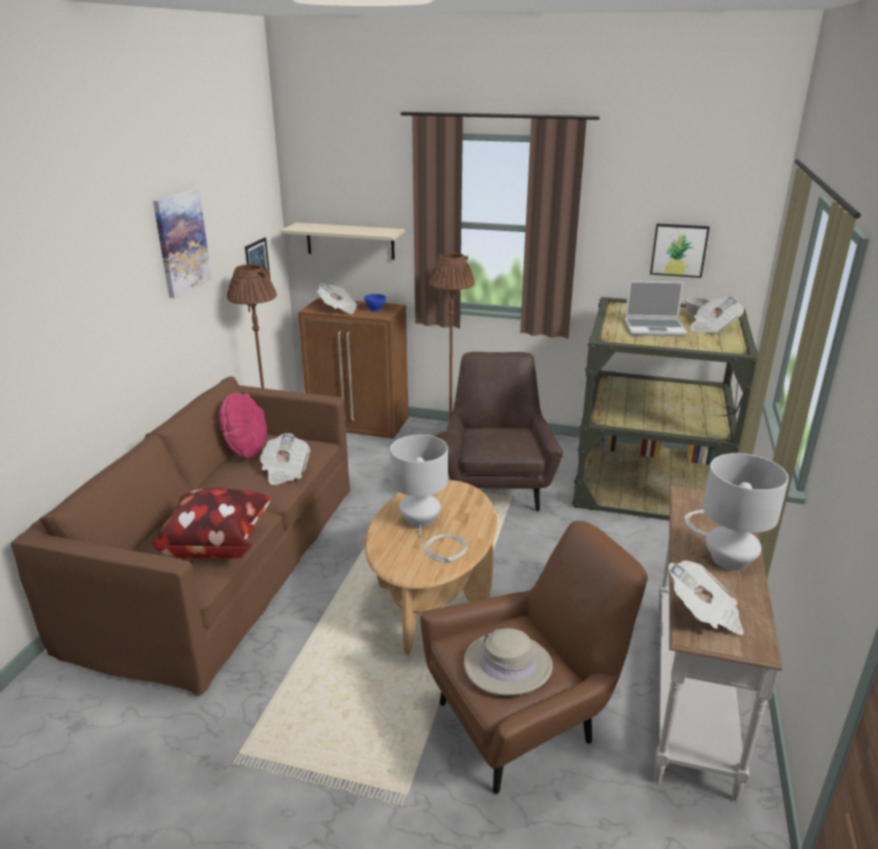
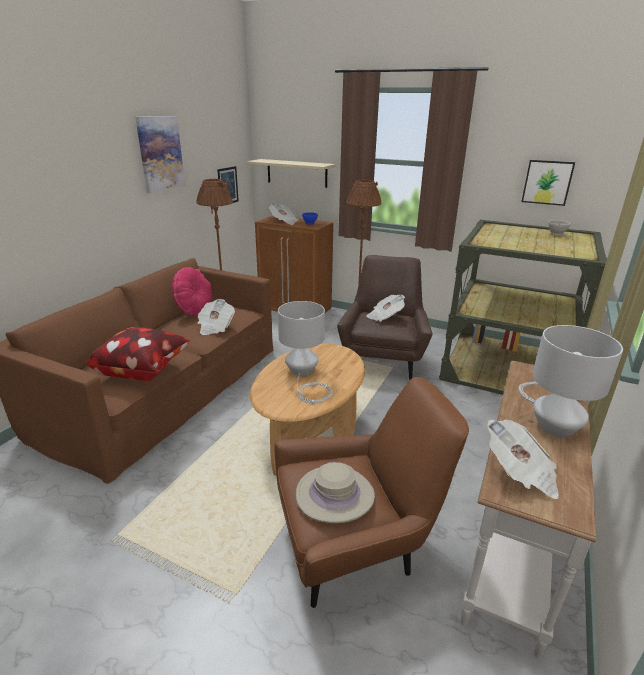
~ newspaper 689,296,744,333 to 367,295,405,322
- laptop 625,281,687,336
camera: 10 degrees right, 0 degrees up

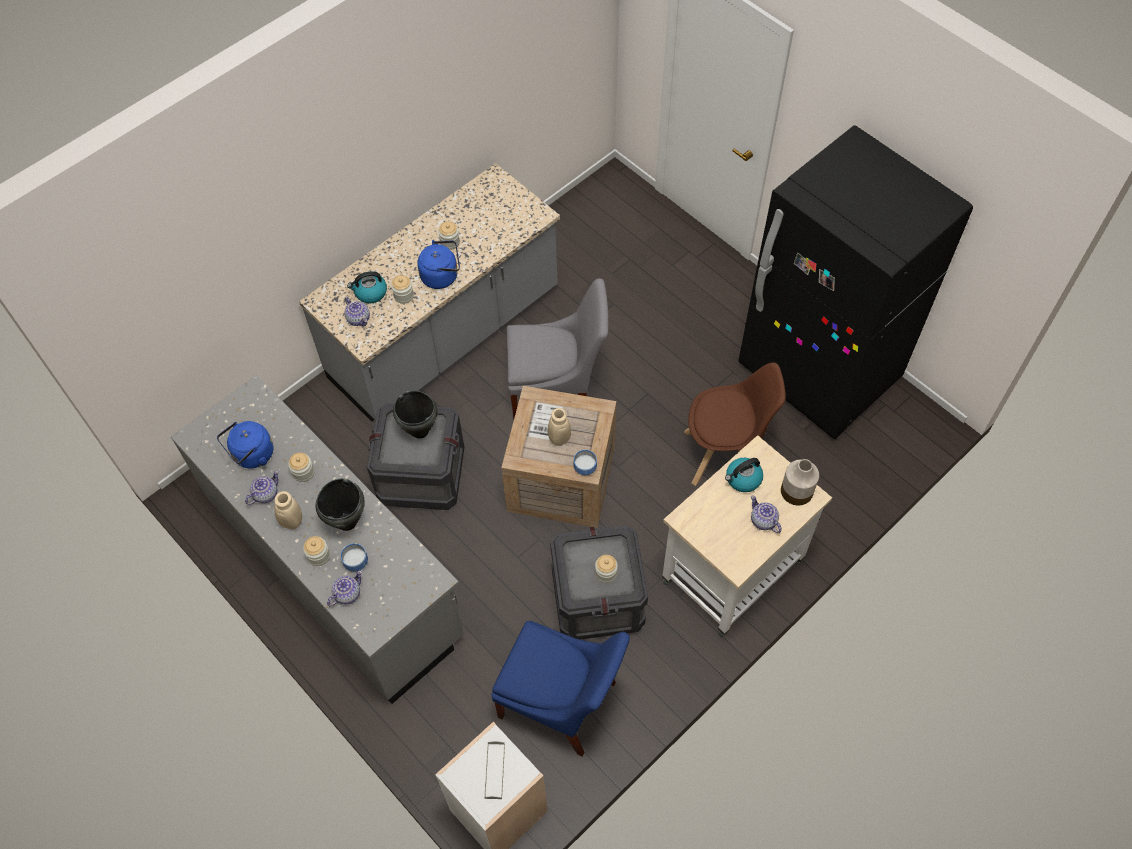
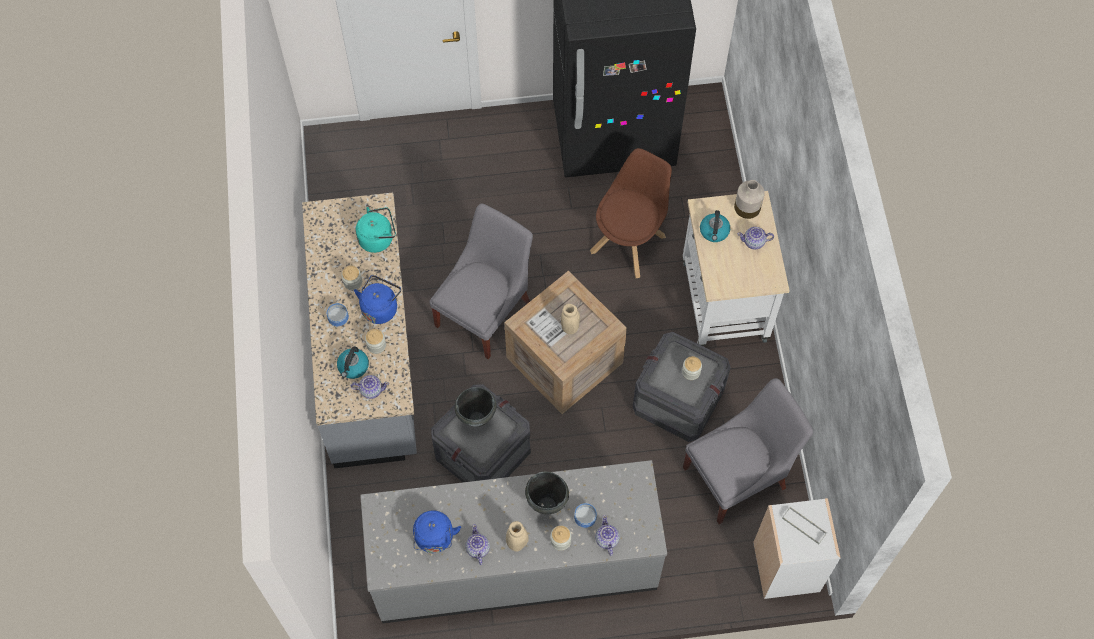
~ bowl 573,450,597,475 to 327,303,349,326
+ kettle (turquoise) 356,207,396,253
~ chair (blue) 491,621,630,757 to chair (grey) 683,378,813,524
- jar 288,453,314,482
camera: 55 degrees left, 5 degrees up

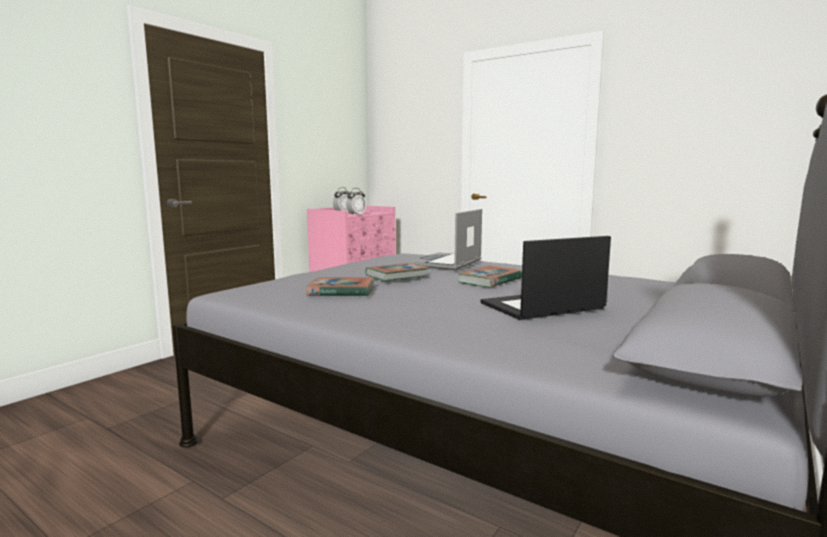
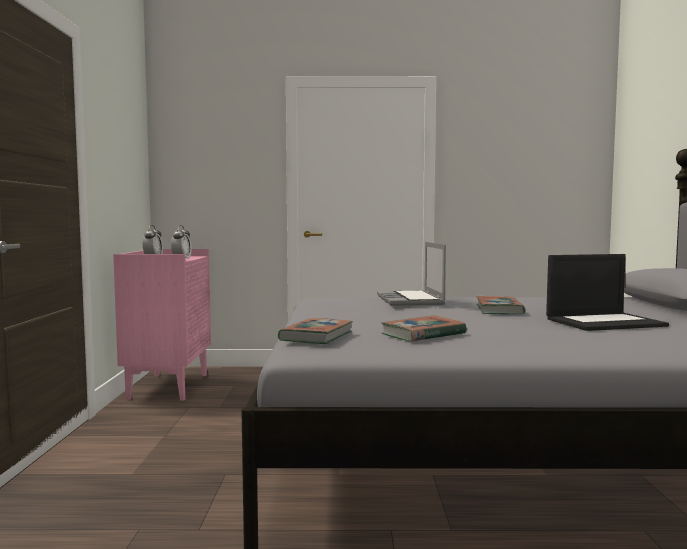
~ book 365,263,430,281 to 278,318,353,344
~ laptop 480,236,611,320 = 546,254,669,331 135 degrees counterclockwise
camera: 35 degrees left, 5 degrees down

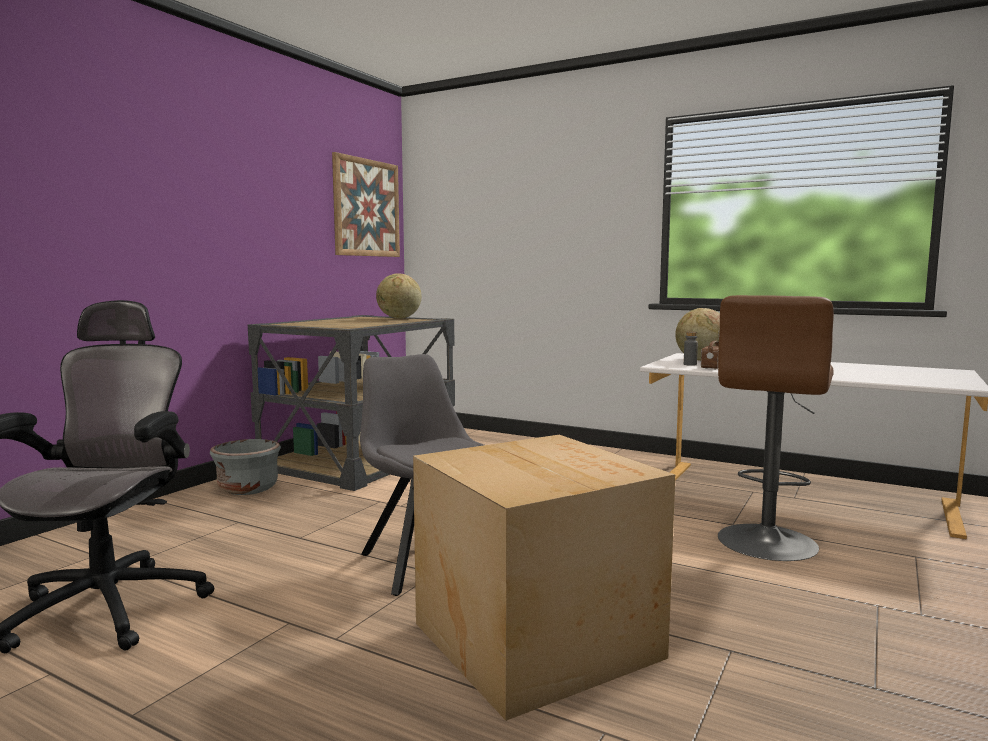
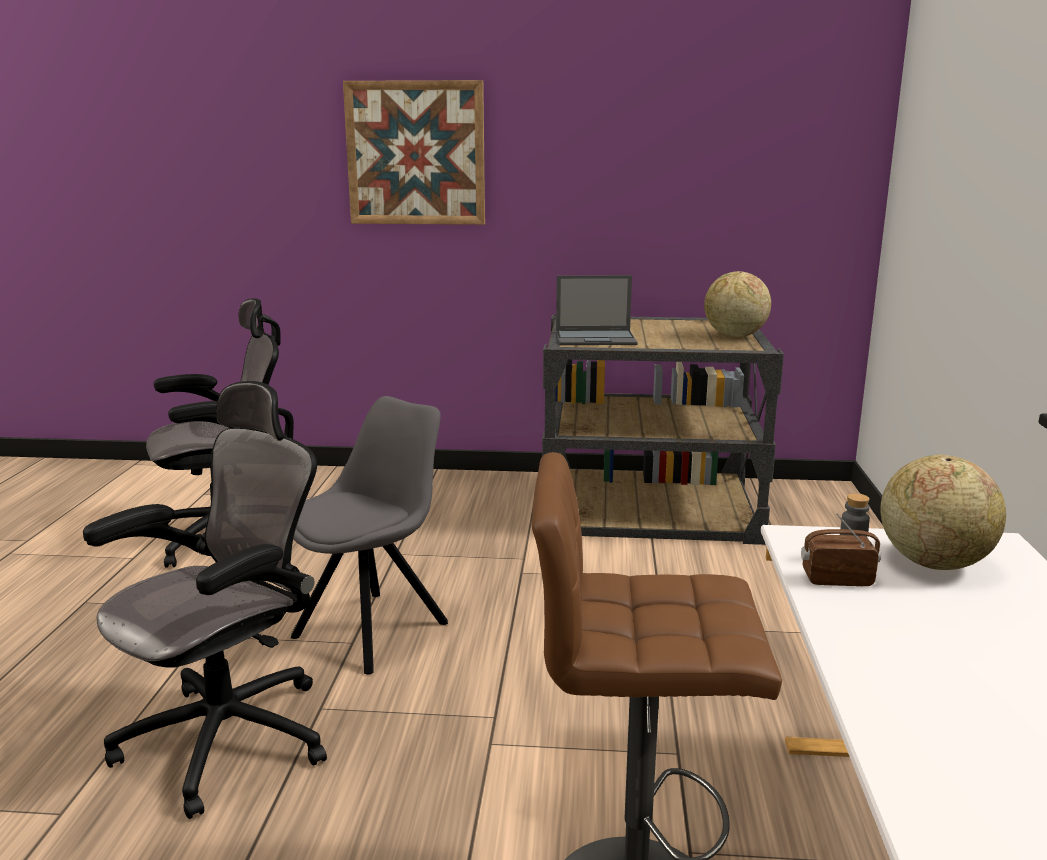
~ cardboard box 413,435,675,721 to office chair 83,381,327,819
~ picture 332,152,400,257 to 343,80,485,225
+ laptop 556,275,637,345
- planter (grey) 210,439,281,495
camera: 65 degrees right, 10 degrees up

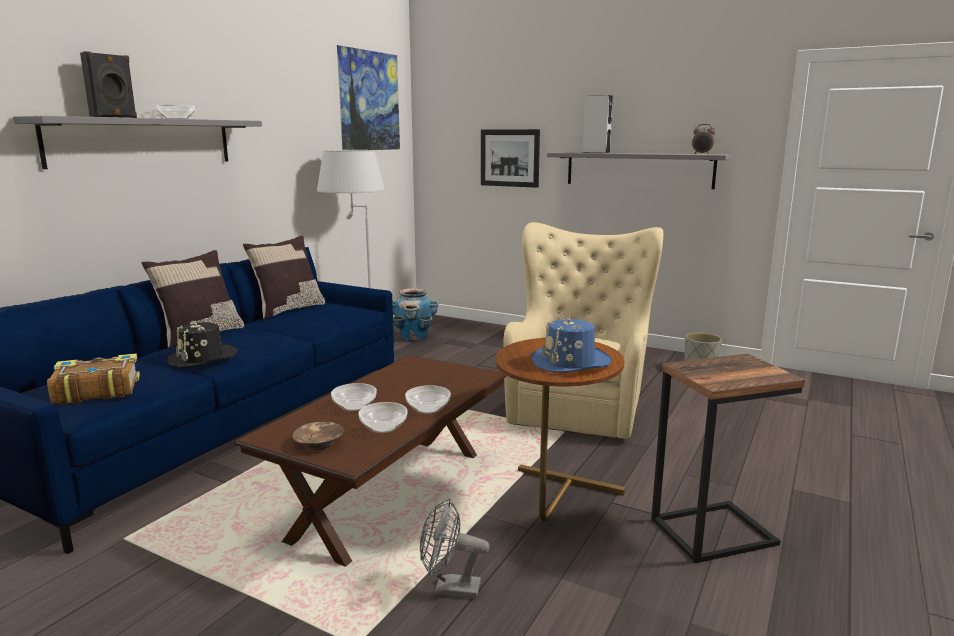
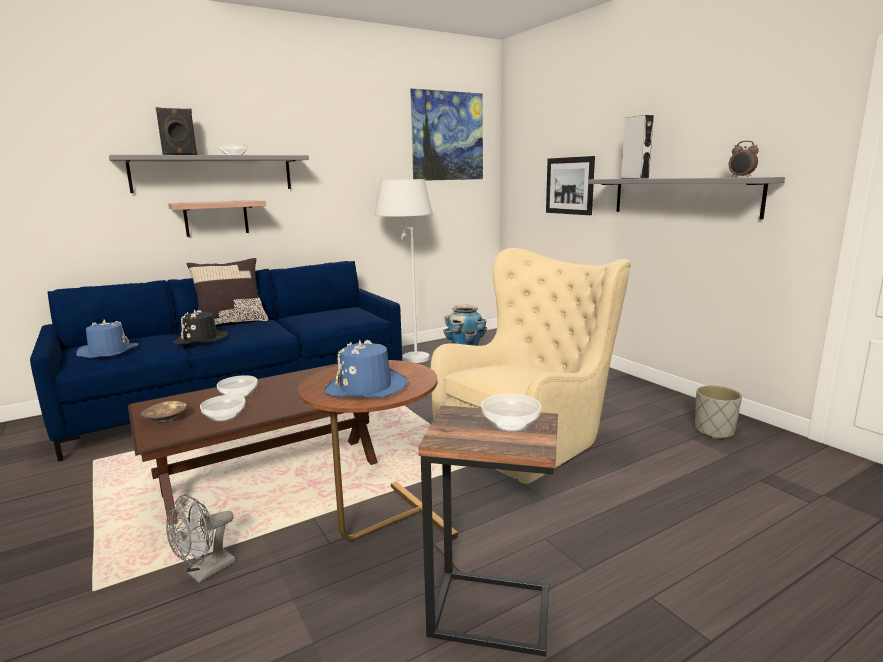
~ book 47,353,140,405 to hat (blue) 76,320,139,358
~ fan (grey) 420,498,490,599 = 166,494,235,583 90 degrees counterclockwise
+ shelf 168,200,266,237
~ bowl 405,385,451,414 to 481,394,541,432
- pillow 243,236,325,319
camera: 30 degrees right, 0 degrees up

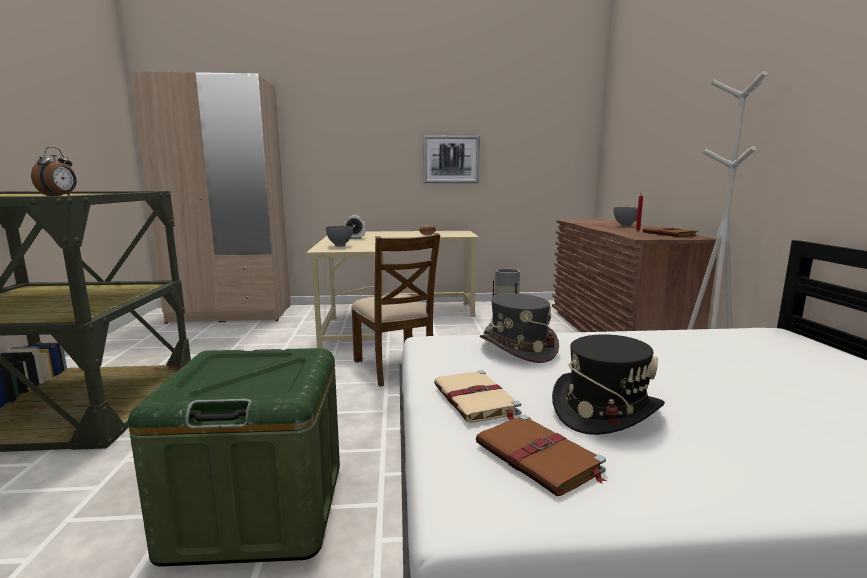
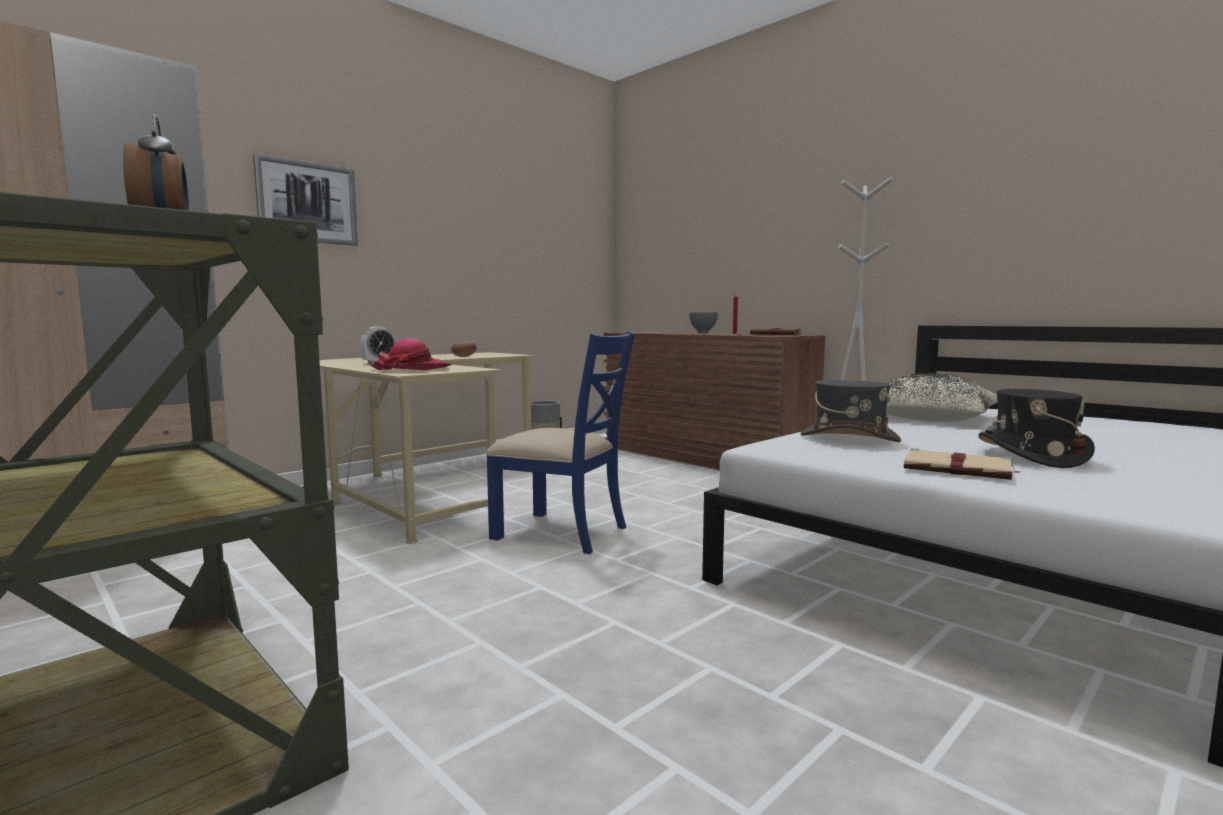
~ picture 423,135,480,183 to 253,153,358,246
~ bowl (grey) 326,226,353,247 to hat 370,338,452,370
~ chair (brown) 351,233,440,387 to chair (blue) 486,331,635,554
+ pillow (beige) 886,373,998,422
- storage box (green) 128,348,340,567
- book (brown) 476,415,606,496
camera: 40 degrees left, 5 degrees down

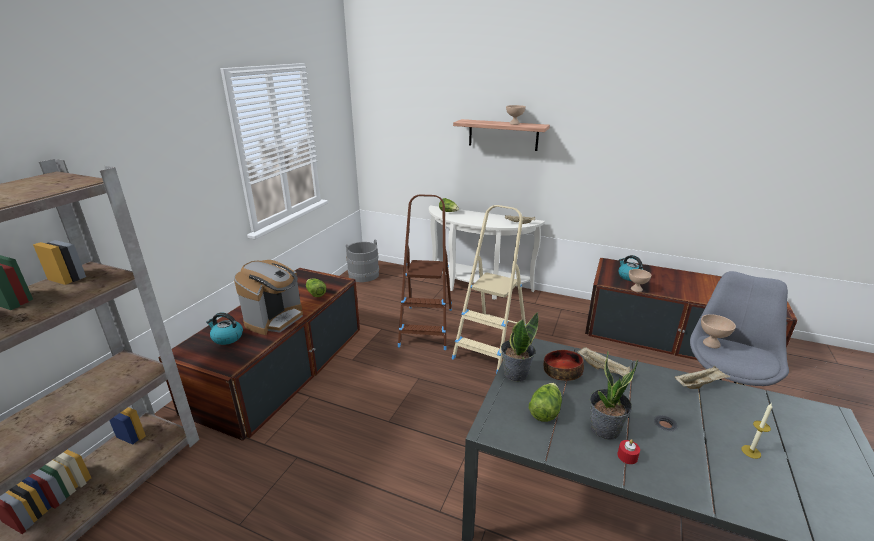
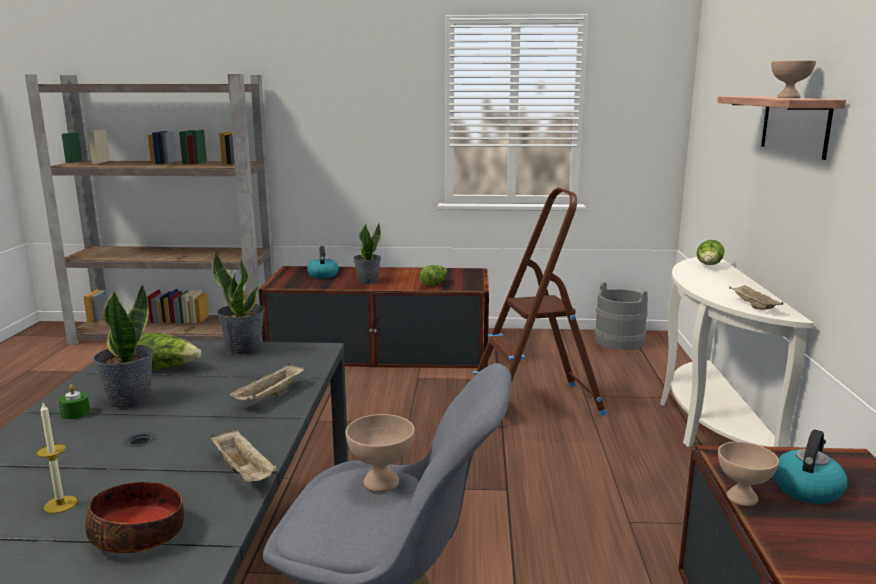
~ candle (red) 617,439,640,464 to candle (green) 59,384,90,419
~ bowl 544,350,584,381 to 86,482,184,553
~ coffee machine 234,260,303,335 to potted plant 353,223,381,284
- step ladder (beige) 452,205,526,374
camera: 70 degrees right, 10 degrees down

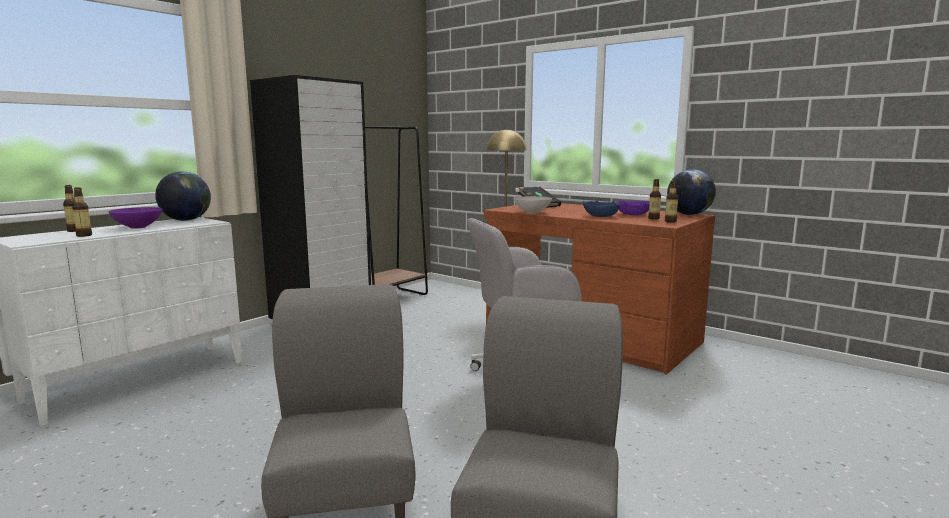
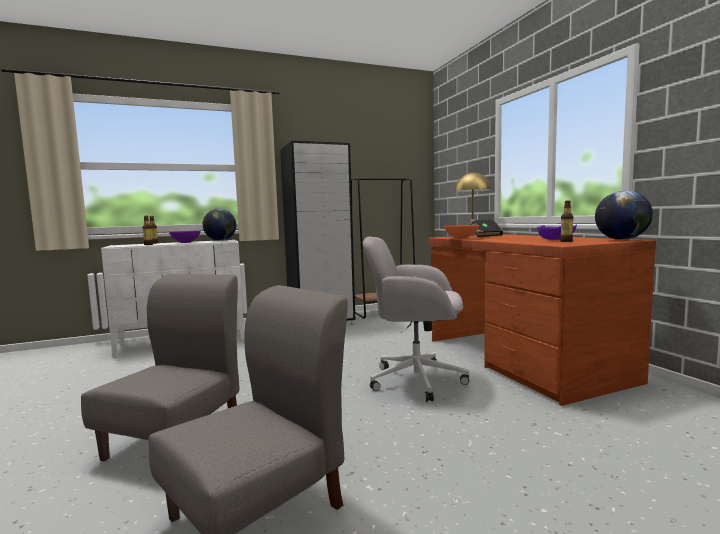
~ bowl (white) 514,196,552,213 to bowl (orange) 444,225,479,239
- bowl (blue) 583,200,620,217
- bottle 665,180,678,223
camera: 30 degrees right, 5 degrees down

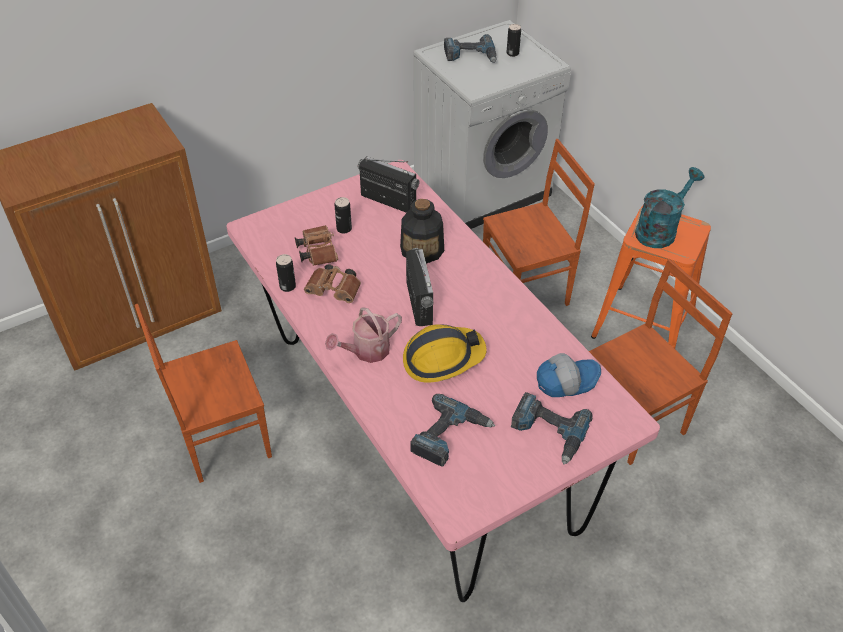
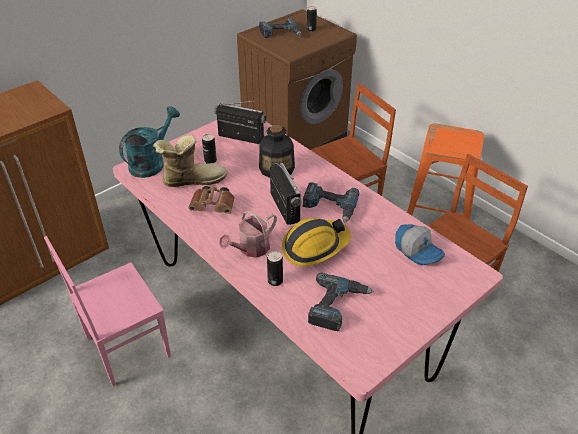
~ chair (brown) 135,304,272,483 to chair (pink) 44,236,171,387
~ watering can (turquoise) 635,167,704,248 to 119,106,180,178
~ binoculars (brown) 295,225,338,266 to boot 153,135,228,187
~ washing machine (white) 413,20,571,229 to washing machine (brown) 237,9,357,150
~ can 276,254,296,292 to 267,251,283,286
~ power drill 511,392,592,465 to 303,182,359,223
~ cap 537,353,601,397 = 395,224,445,265 75 degrees clockwise
camera: 10 degrees left, 5 degrees down

